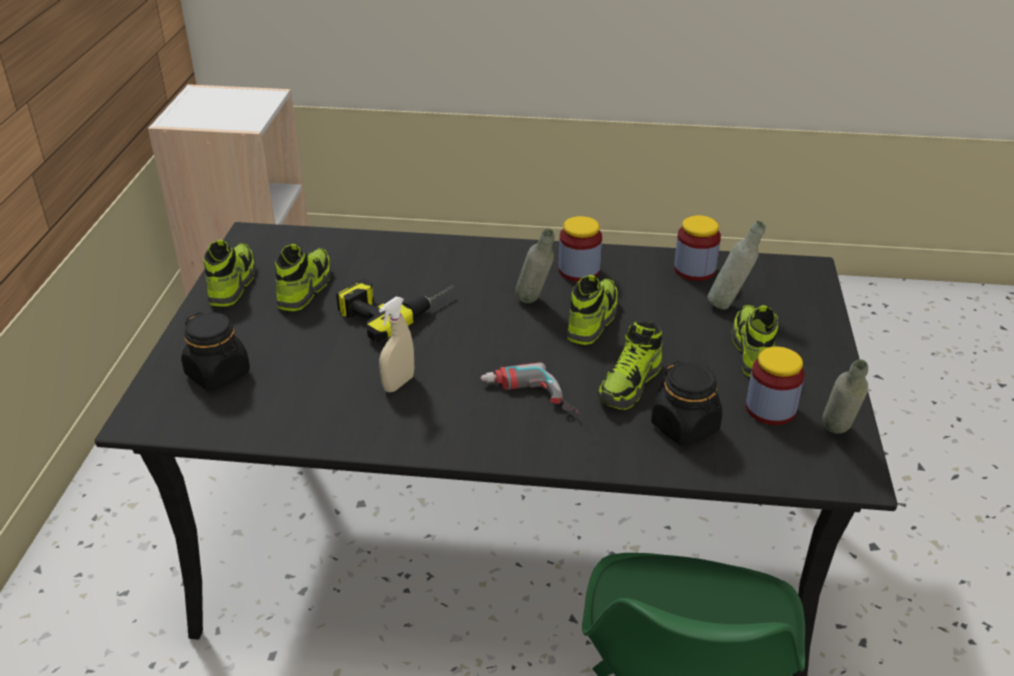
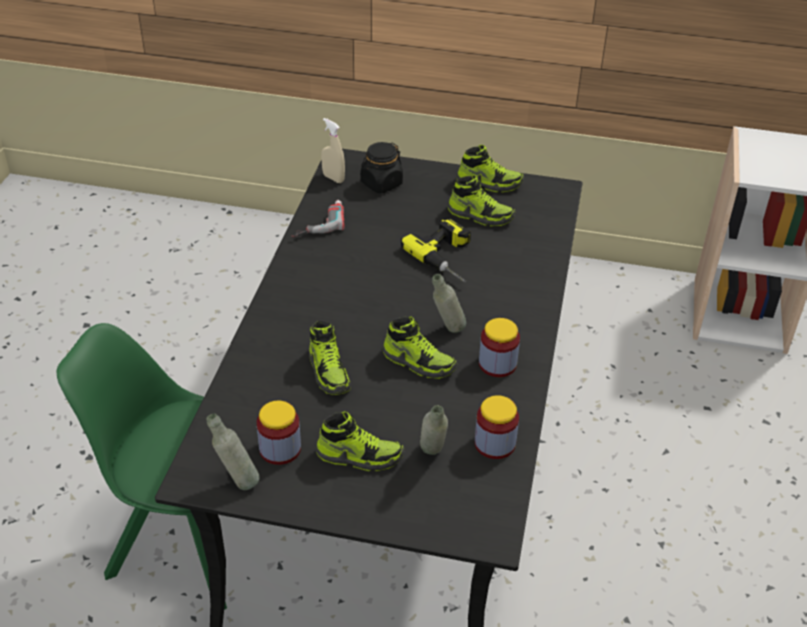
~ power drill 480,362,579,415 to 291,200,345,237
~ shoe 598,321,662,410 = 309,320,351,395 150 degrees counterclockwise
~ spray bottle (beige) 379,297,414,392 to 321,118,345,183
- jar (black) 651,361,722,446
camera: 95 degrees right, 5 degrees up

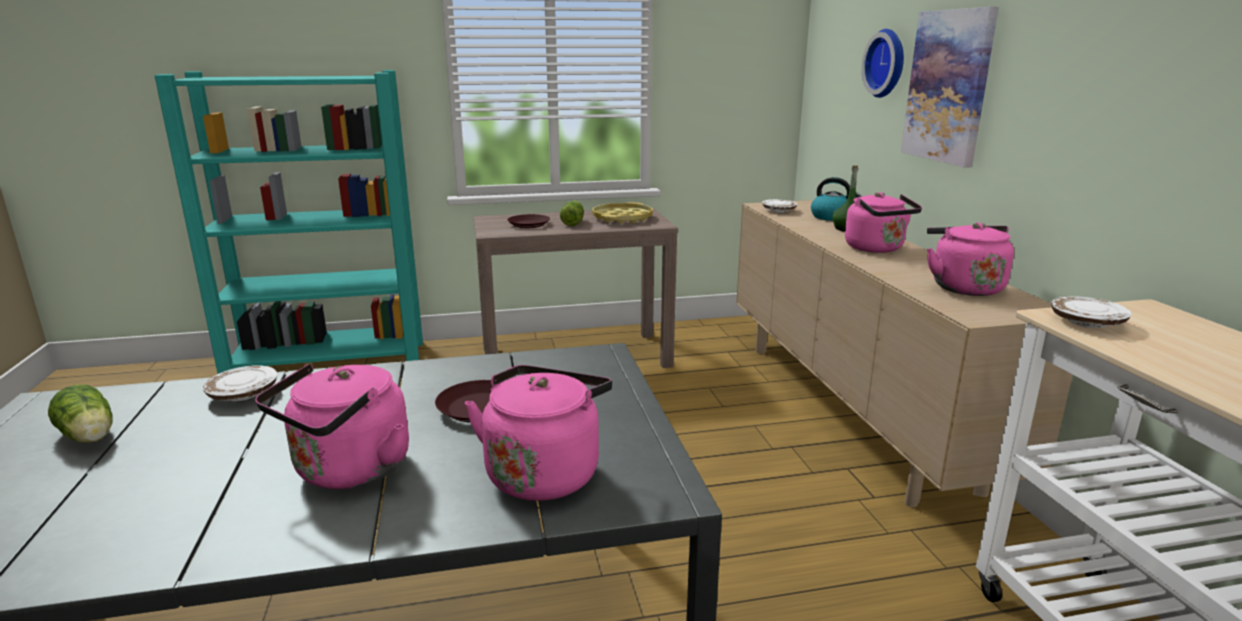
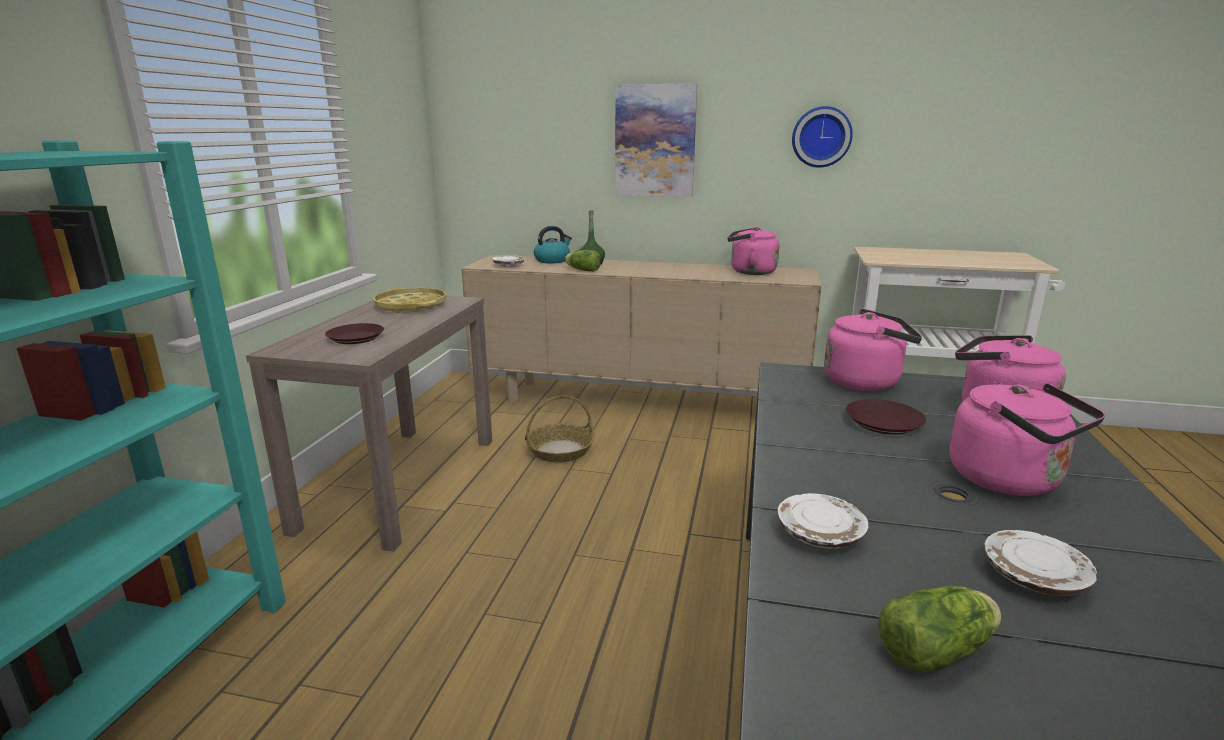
+ basket 525,395,594,462
~ lettuce 560,201,584,226 to 565,250,601,272
~ wall clock 861,29,904,98 to 792,106,853,168
~ kettle (pink) 845,192,922,253 to 824,309,922,391
~ plate (white) 1051,296,1132,328 to 985,530,1097,596
camera: 65 degrees left, 0 degrees up

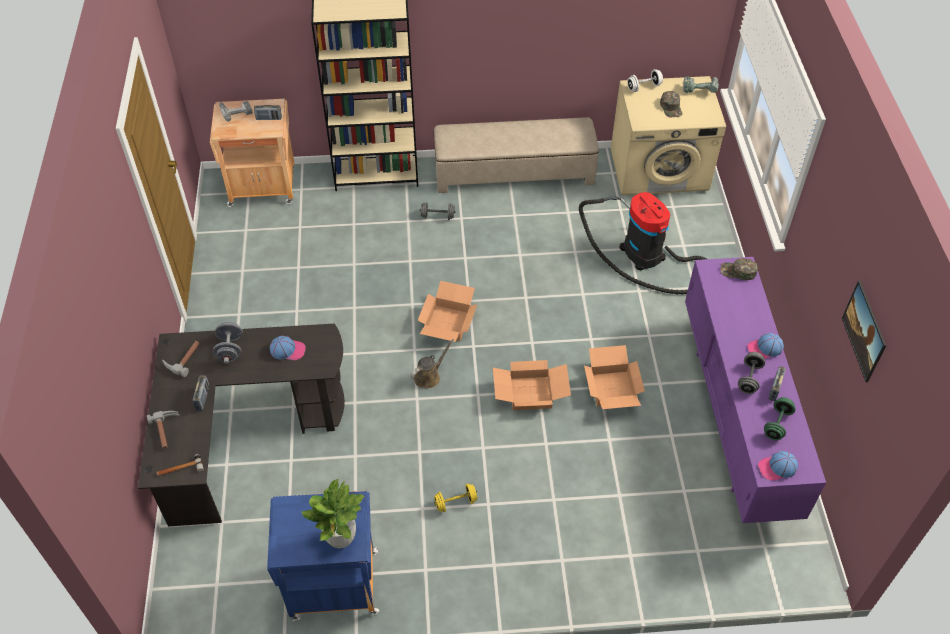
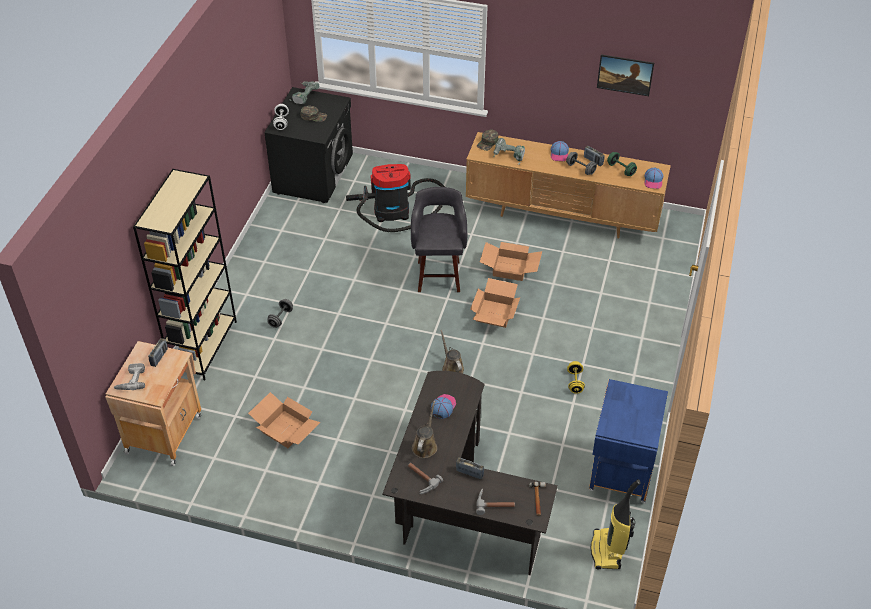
~ cardboard box 418,281,477,342 to 248,392,320,448
~ washing machine (beige) 611,76,726,195 to washing machine (black) 264,87,353,203
+ stool (grey) 411,187,467,292
~ dumbbell (grey) 213,321,243,364 to watering can (brown) 412,400,437,458
~ cabinet (purple) 685,257,826,523 to cabinet (brown) 466,132,671,239
+ power drill 493,138,525,165
+ vacuum cleaner 590,479,640,570
- potted plant 301,479,365,548
- bench (beige) 434,117,599,193
camera: 70 degrees left, 5 degrees down

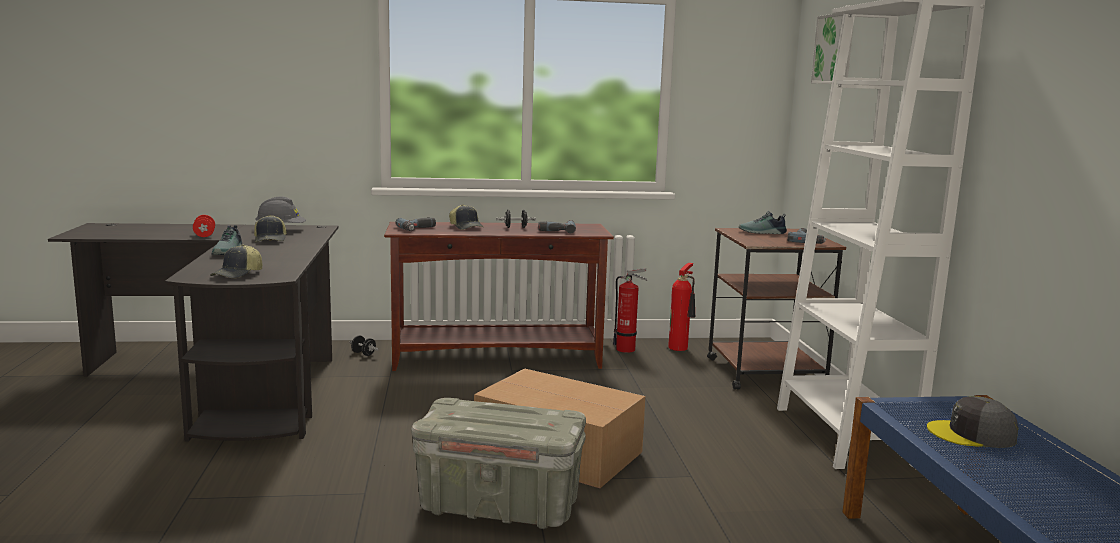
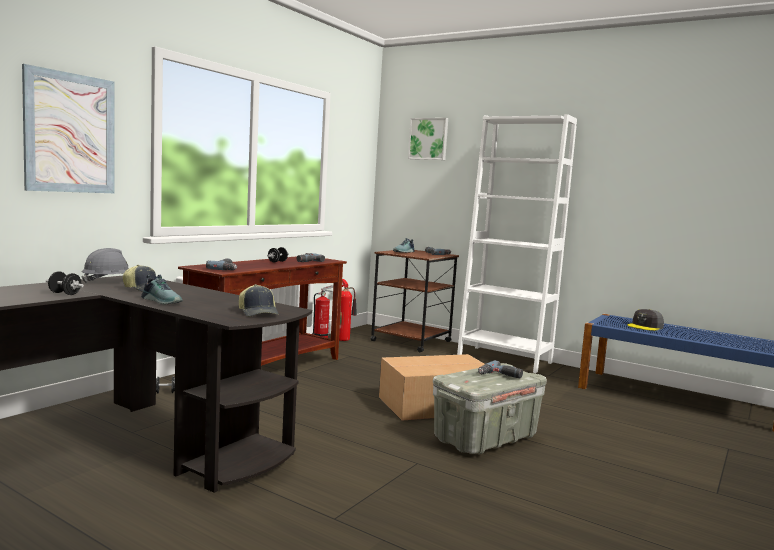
+ picture 22,64,115,193
~ dumbbell (red) 193,215,215,237 to dumbbell (black) 46,271,84,295
+ power drill 478,360,523,378
- cap 449,204,483,230
camera: 50 degrees left, 5 degrees down

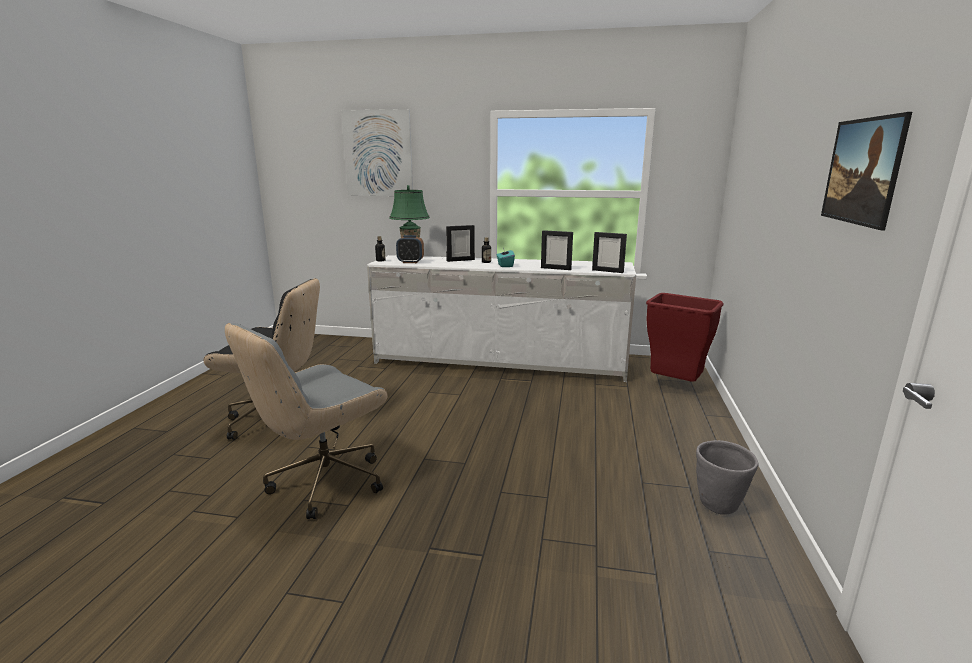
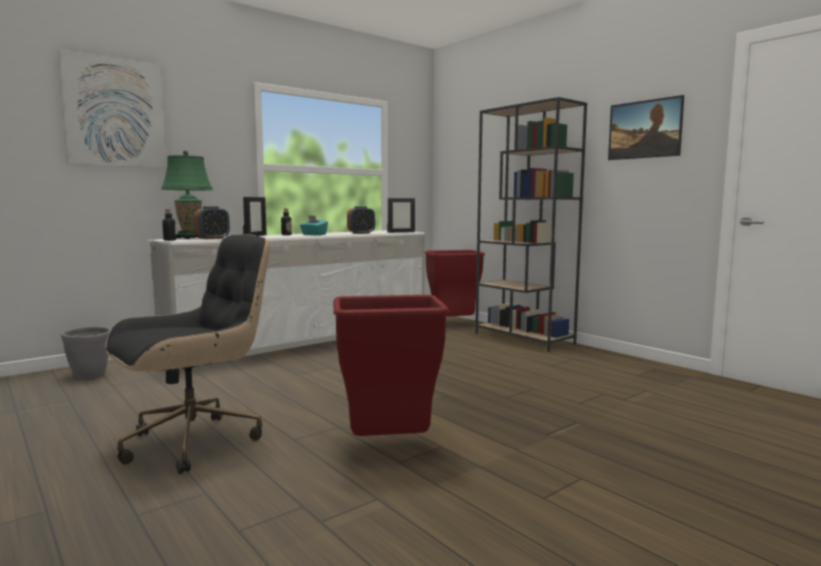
~ planter (grey) 696,440,759,515 to 61,326,111,378
~ office chair (grey) 225,323,388,519 to trash can (red) 333,295,449,436
~ picture frame 541,230,573,270 to alarm clock 347,206,375,234
+ bookcase 475,97,587,352
camera: 50 degrees left, 10 degrees down

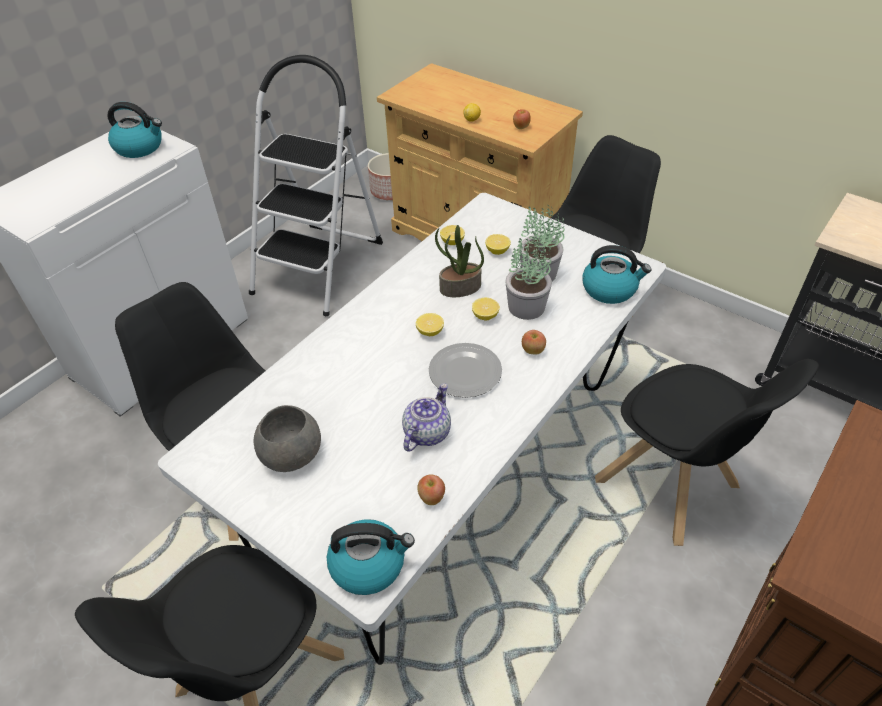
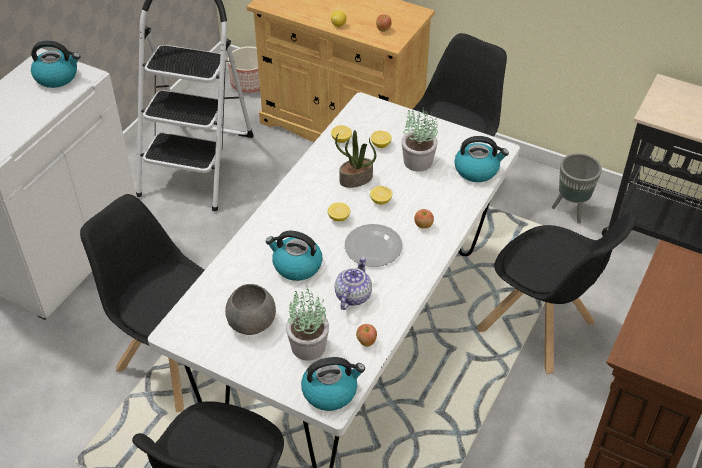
+ kettle 266,231,323,281
~ potted plant 506,232,552,320 to 286,286,329,361
+ planter (grey) 552,153,602,224
camera: 10 degrees left, 0 degrees up

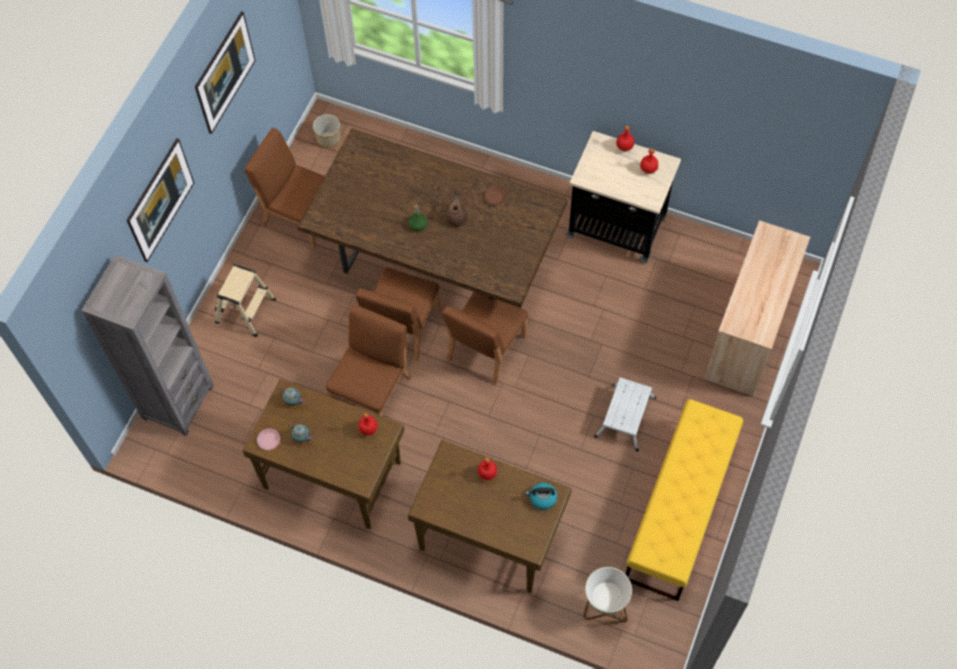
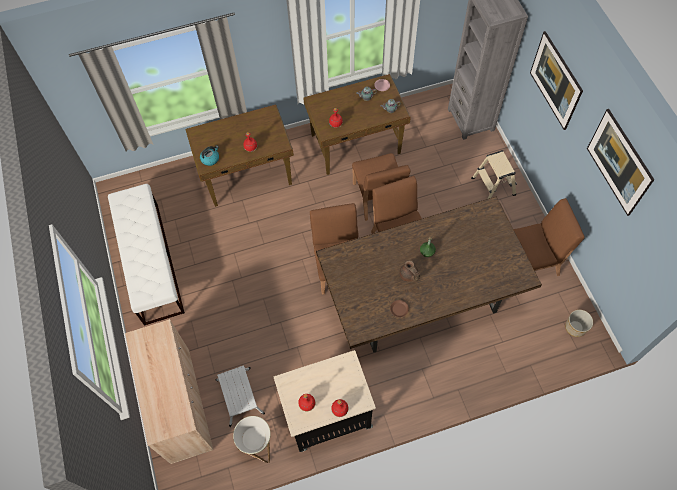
~ bench (yellow) 626,399,744,601 to bench (white) 108,184,185,326
~ step ladder (white) 594,377,656,452 to 215,365,265,427
~ planter 584,567,632,622 to 233,416,271,463
camera: 140 degrees right, 0 degrees up

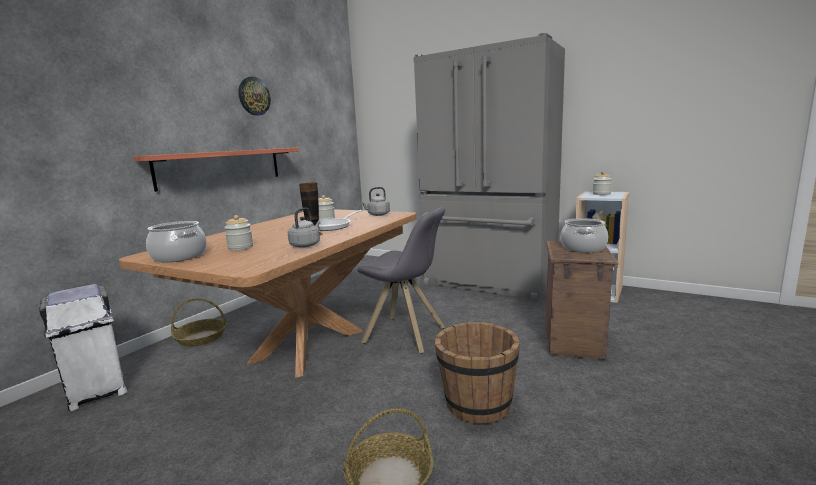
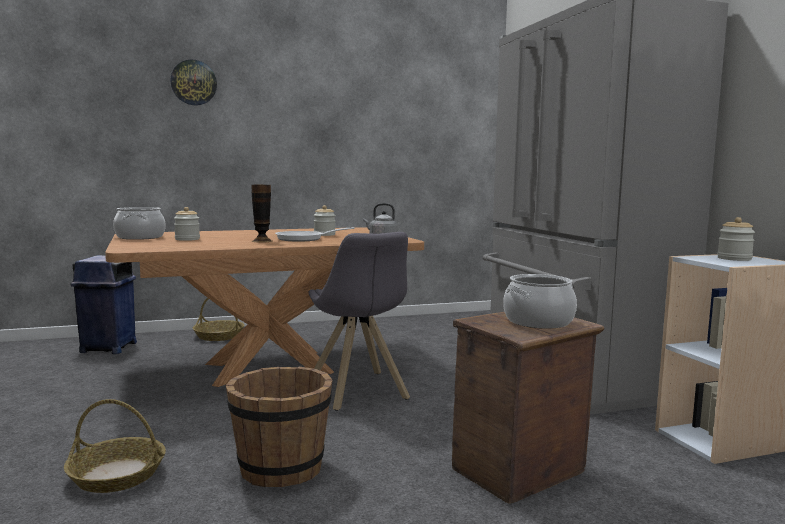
~ trash can (white) 39,284,127,411 to trash can (blue) 70,255,137,354
~ wall clock 238,77,271,115 to 170,60,217,105
- shelf 134,148,299,192
- kettle (grey) 288,208,321,248
camera: 40 degrees right, 5 degrees down

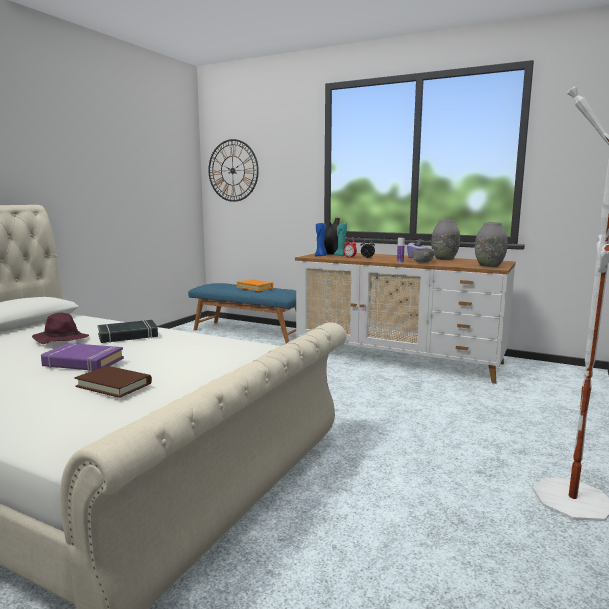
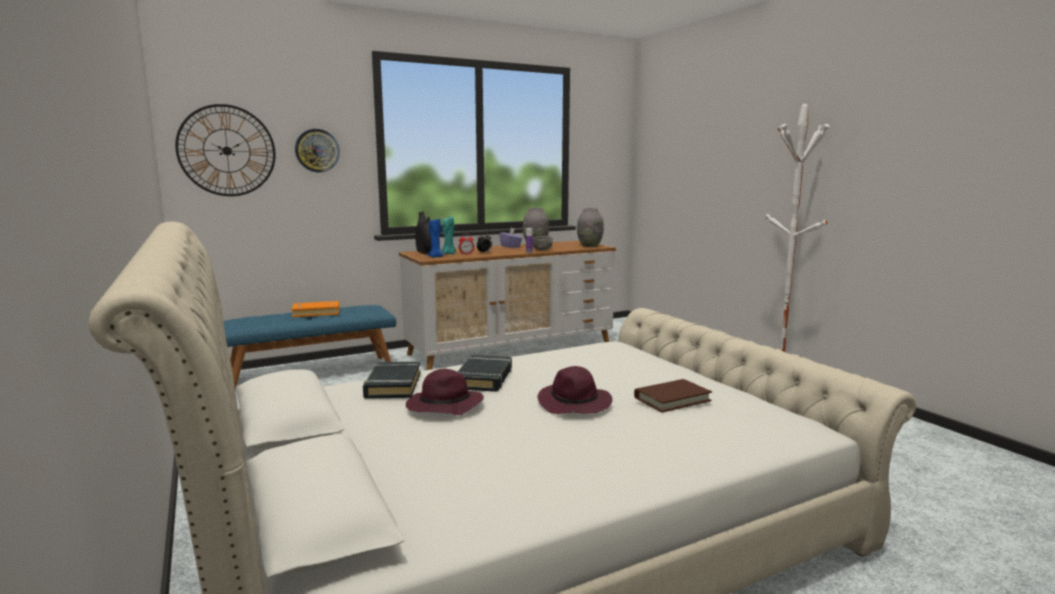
+ wall clock 295,129,340,172
+ book (black) 363,361,421,399
~ book (purple) 41,343,124,371 to hat (purple) 537,366,612,414
camera: 55 degrees left, 0 degrees up

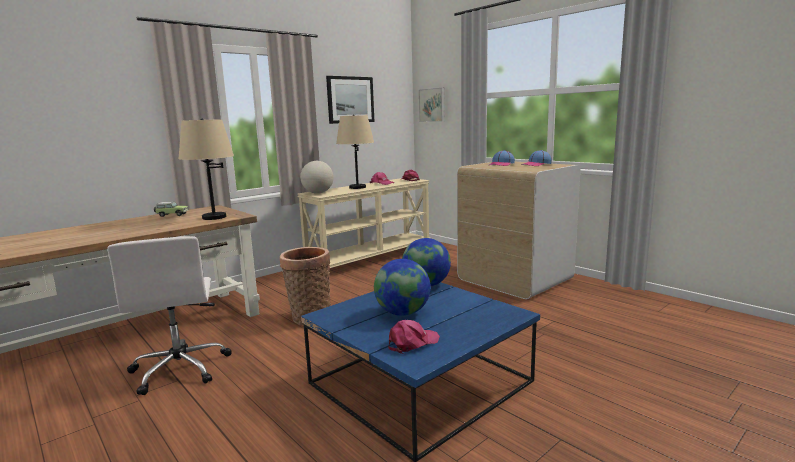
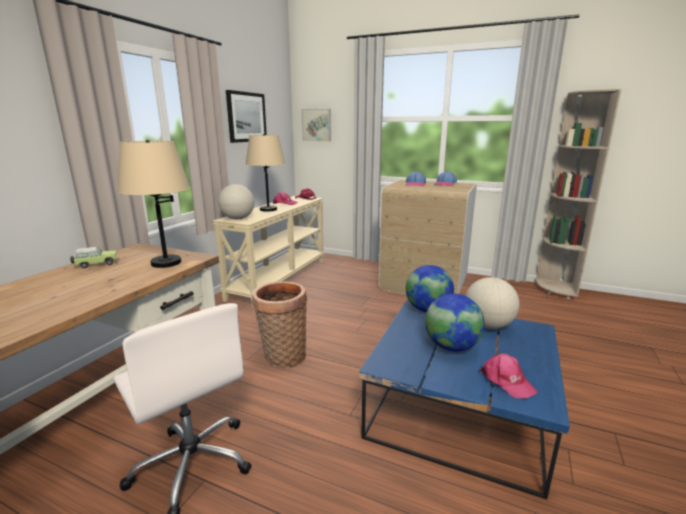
+ globe 465,277,520,329
~ cap (pink) 388,320,440,354 = 479,353,538,399 120 degrees clockwise
+ bookcase (beige) 536,89,622,299
camera: 25 degrees left, 5 degrees up

